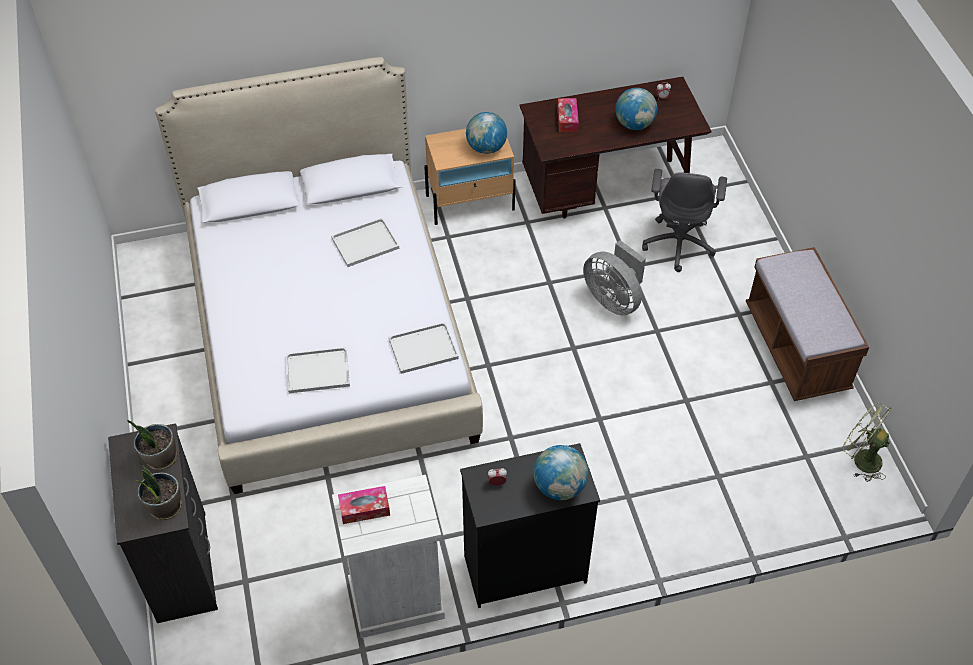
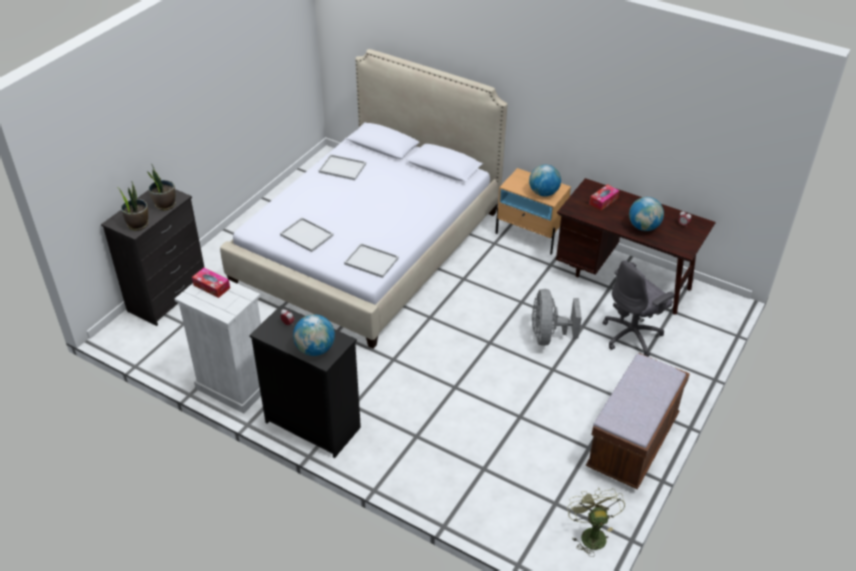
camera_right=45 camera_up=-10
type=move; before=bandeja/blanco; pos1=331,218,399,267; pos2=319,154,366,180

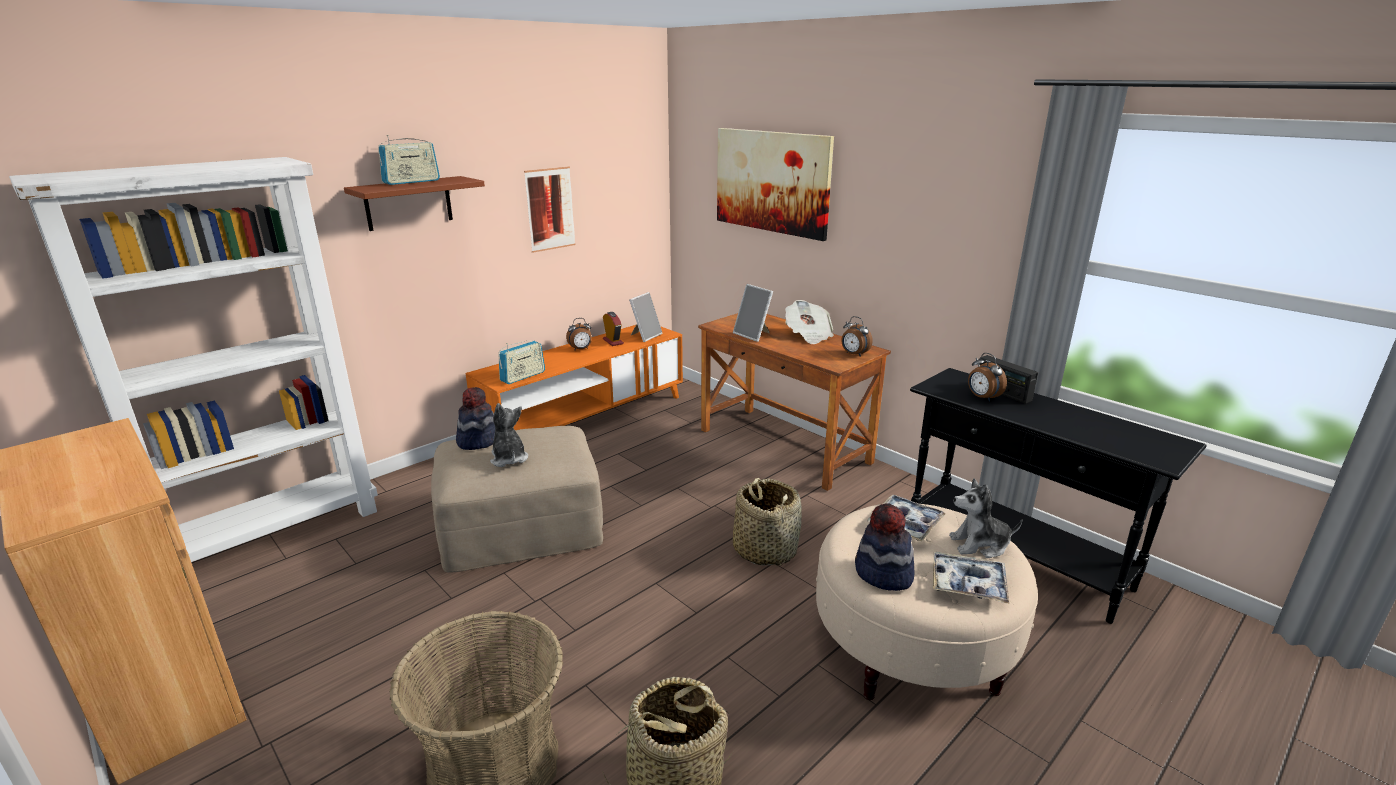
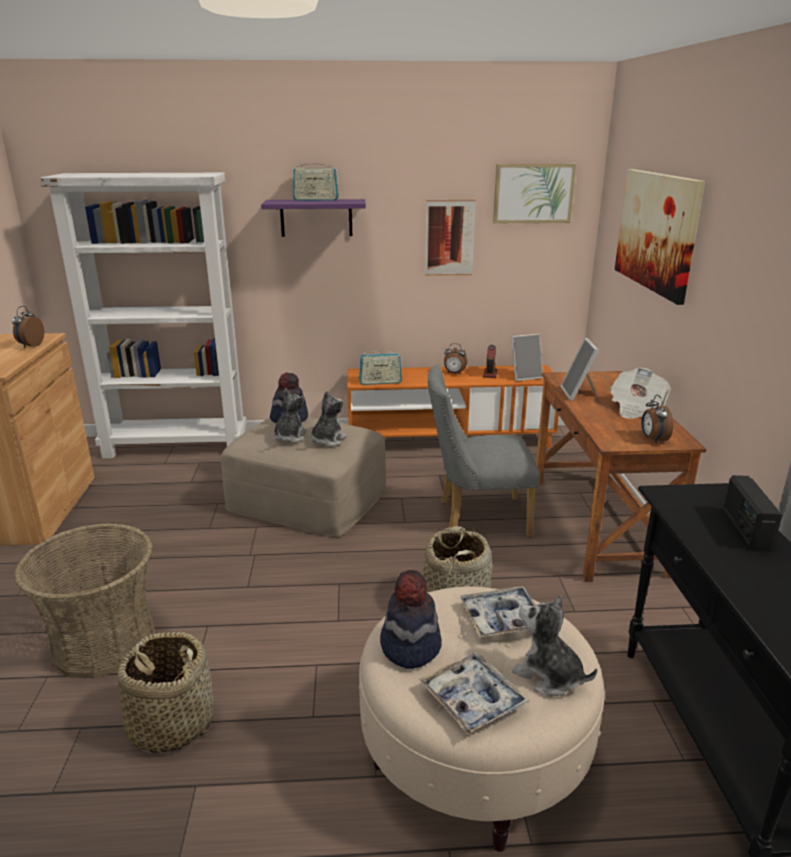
camera_right=40 camera_up=0
type=move; before=despertador; pos1=968,353,1007,402; pos2=12,306,44,348
type=recolor; before=estante/marrón; after=estante/morado; pos1=344,176,485,231; pos2=261,199,366,237
type=insert; after=peluche; pos2=311,391,347,447
type=insert; after=silla/gris; pos2=428,365,540,537
type=insert; after=cuadro; pos2=493,164,576,223

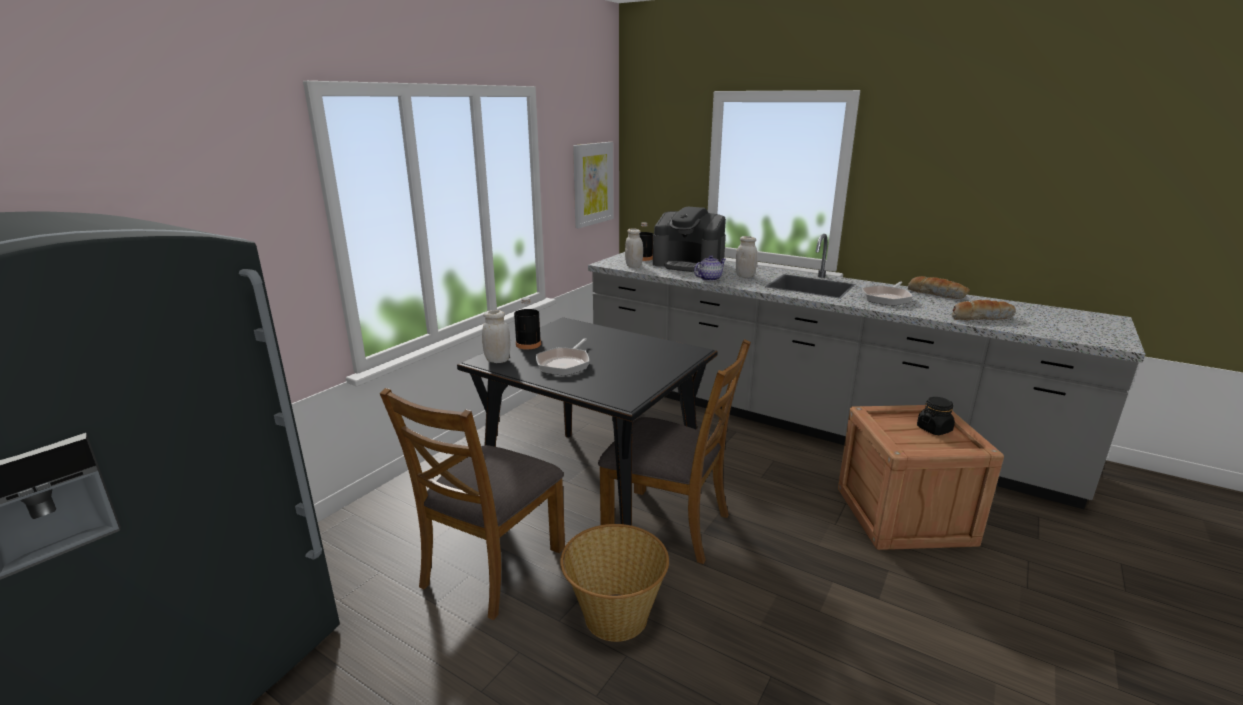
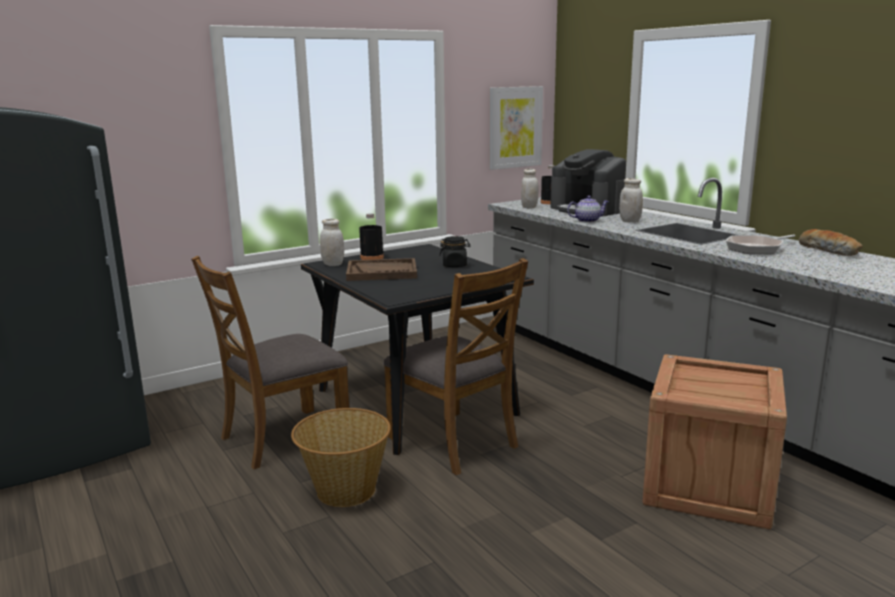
camera_right=25 camera_up=-5
type=replace; before=sartén; after=bandeja/marrón; pos1=536,338,589,376; pos2=346,258,417,281
type=move; before=tarro/negro; pos1=917,397,955,435; pos2=439,236,470,267
type=delete; before=pan; pos1=952,300,1016,321

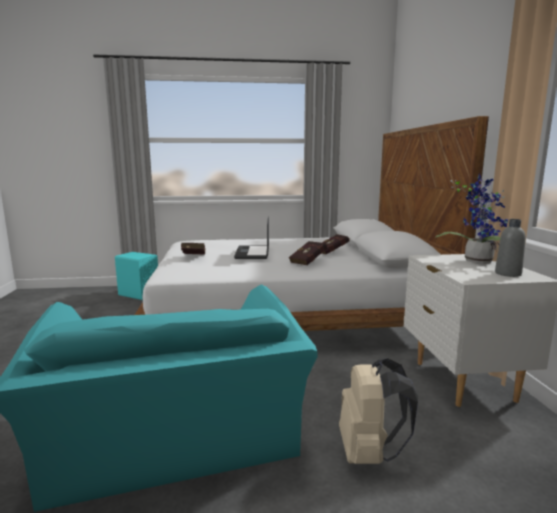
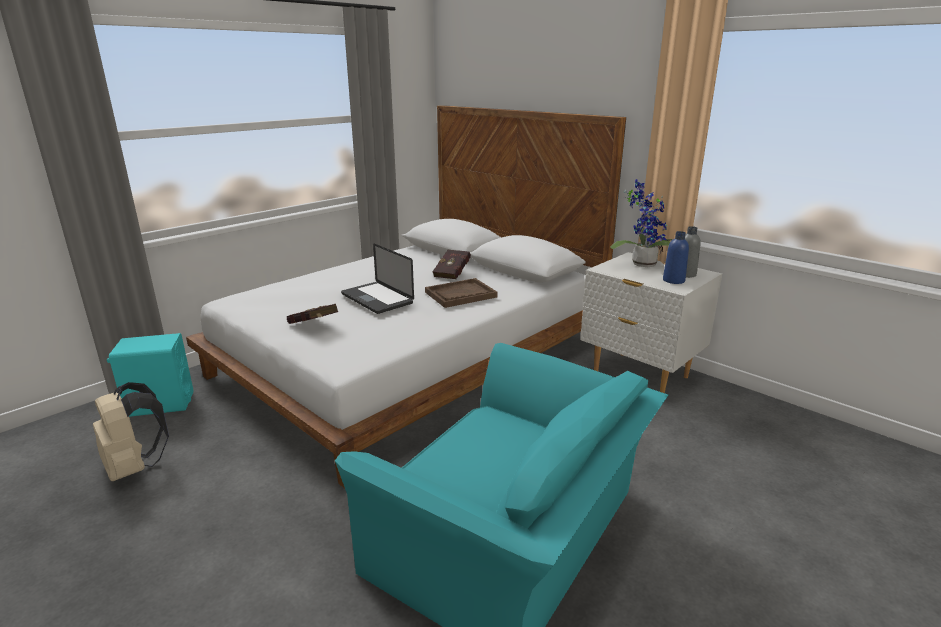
camera_right=-40 camera_up=10
type=move; before=mochila/beis; pos1=339,358,418,464; pos2=93,382,169,481
type=replace; before=libro/rojo; after=bandeja/marrón; pos1=289,241,327,265; pos2=425,278,498,308
type=insert; after=botella/azul; pos2=663,231,689,284

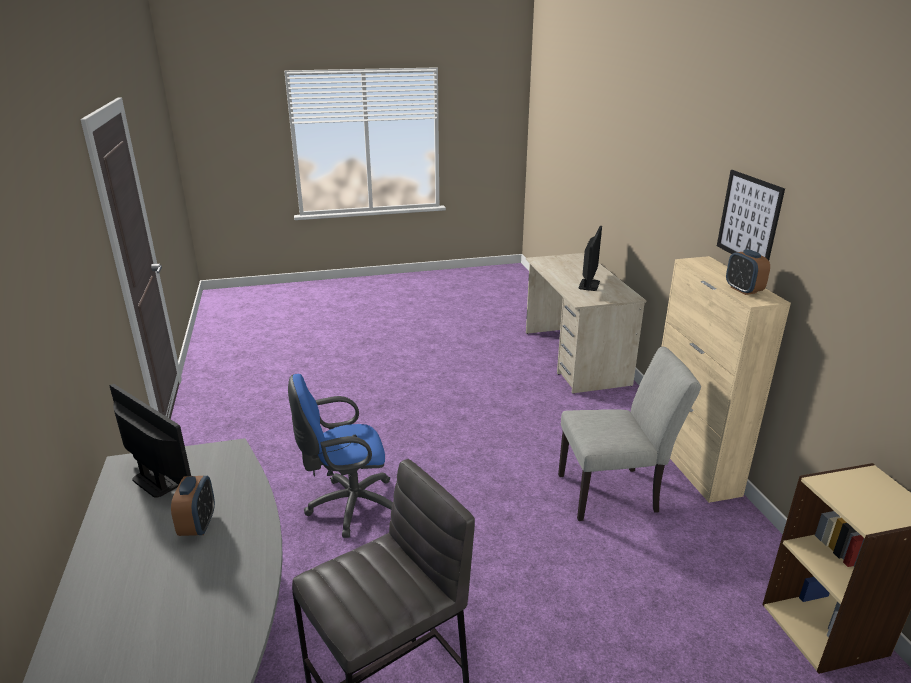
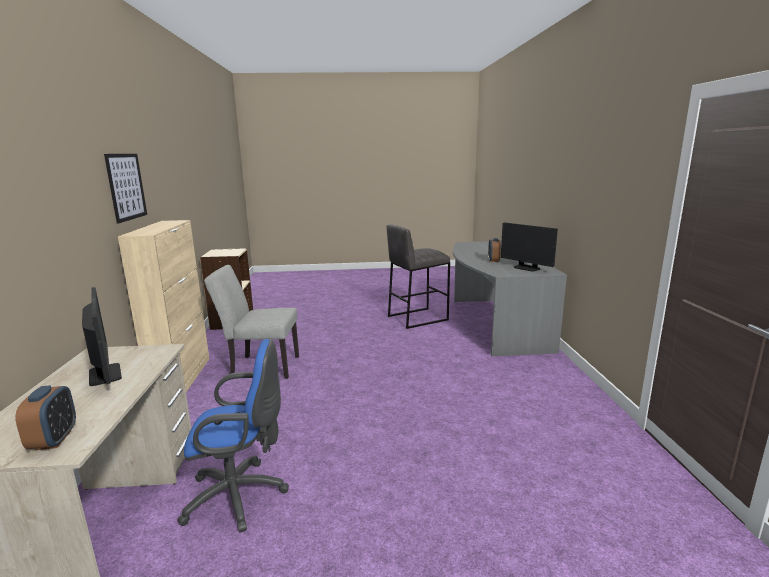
camera_right=-170 camera_up=-10
type=move; before=despertador; pos1=726,249,770,295; pos2=15,385,76,450
type=rotate; before=monitor; pos1=578,226,602,291; pos2=82,287,122,386; turn=120
type=move; before=silla de oficina/azul; pos1=288,374,393,538; pos2=177,339,289,533

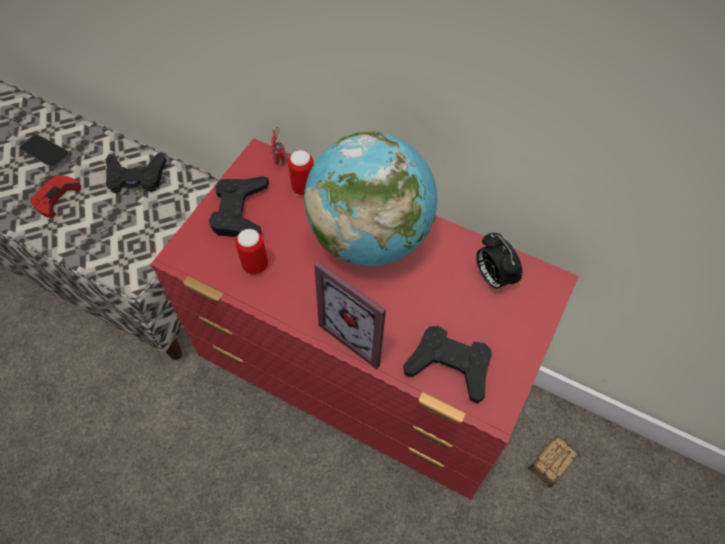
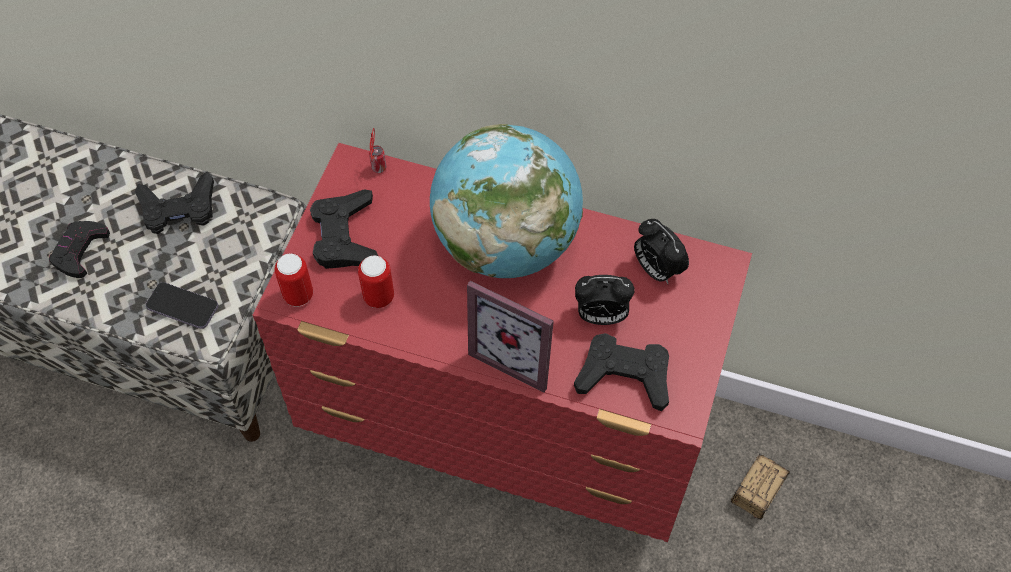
camera_right=-10 camera_up=0
type=recolor; before=mando de consola/rojo; after=mando de consola/negro; pos1=30,175,81,218; pos2=49,221,110,278
type=move; before=móvil; pos1=20,134,70,168; pos2=146,282,218,329
type=move; before=lata; pos1=288,150,314,196; pos2=275,253,313,307
type=insert; after=despertador; pos2=575,275,635,325

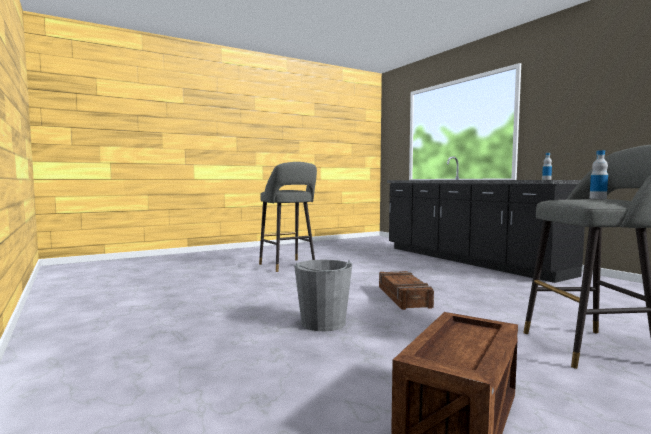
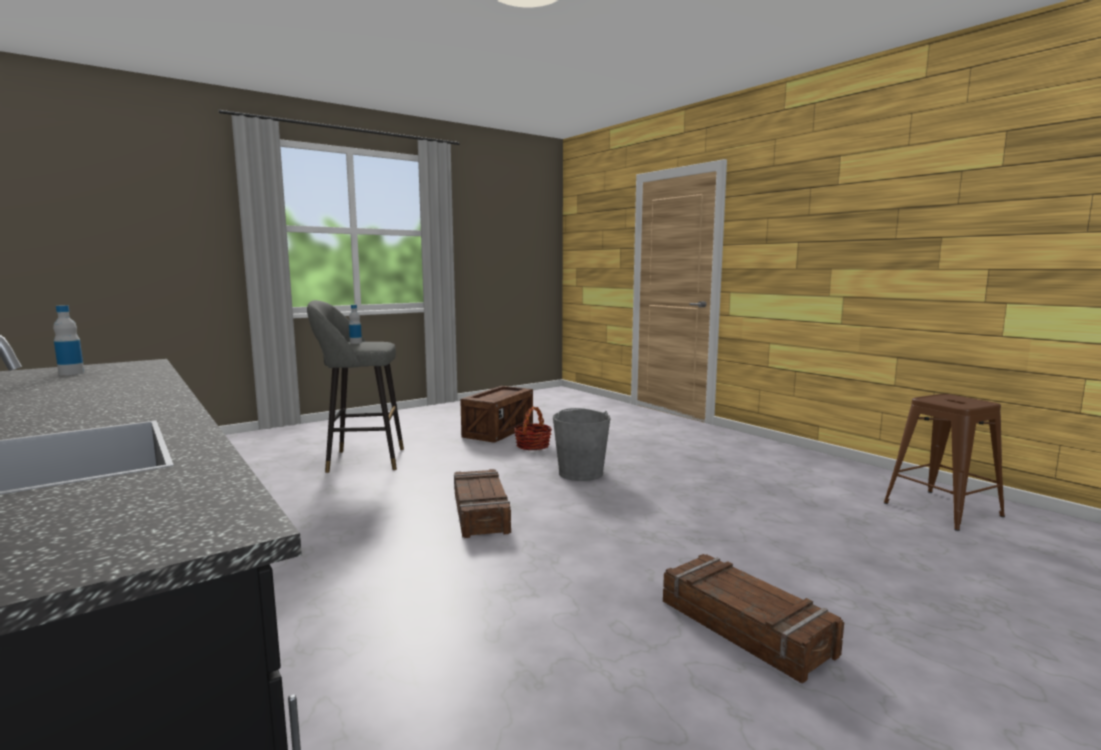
camera_right=175 camera_up=5
type=insert; after=cesta; pos2=514,407,552,450
type=replace; before=taburete/gris; after=caja de embalaje; pos1=259,162,317,272; pos2=663,554,844,684
type=insert; after=taburete/marrón; pos2=884,394,1005,531

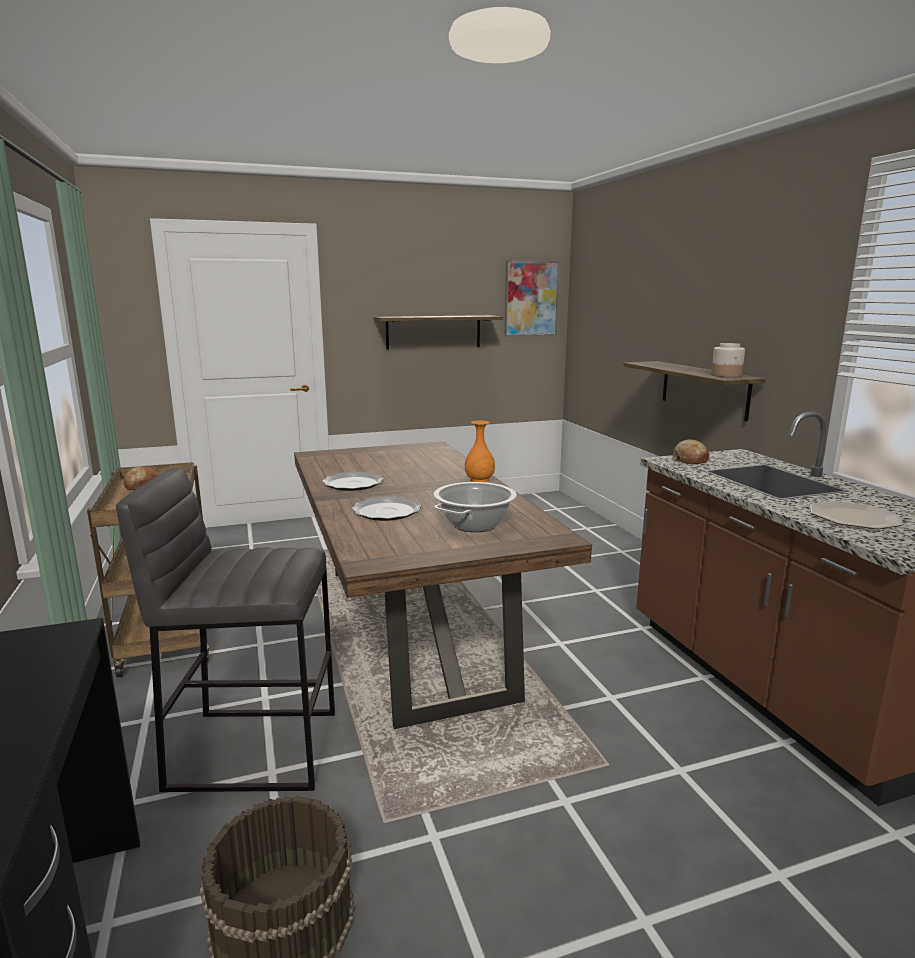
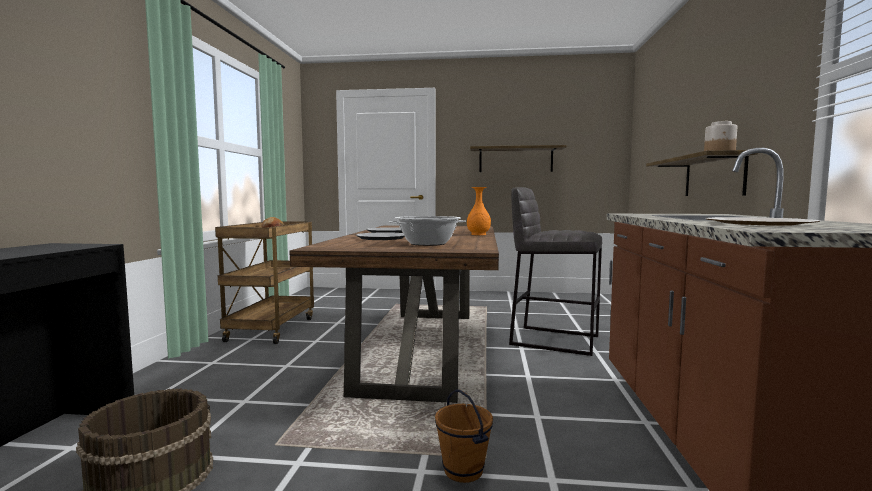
camera_right=25 camera_up=-10
type=insert; after=cubo/marrón; pos2=435,389,493,483
type=move; before=taburete/gris; pos1=116,468,335,792; pos2=509,187,602,356
type=delete; before=cuadro; pos1=505,261,559,336
type=delete; before=pan; pos1=673,439,709,464

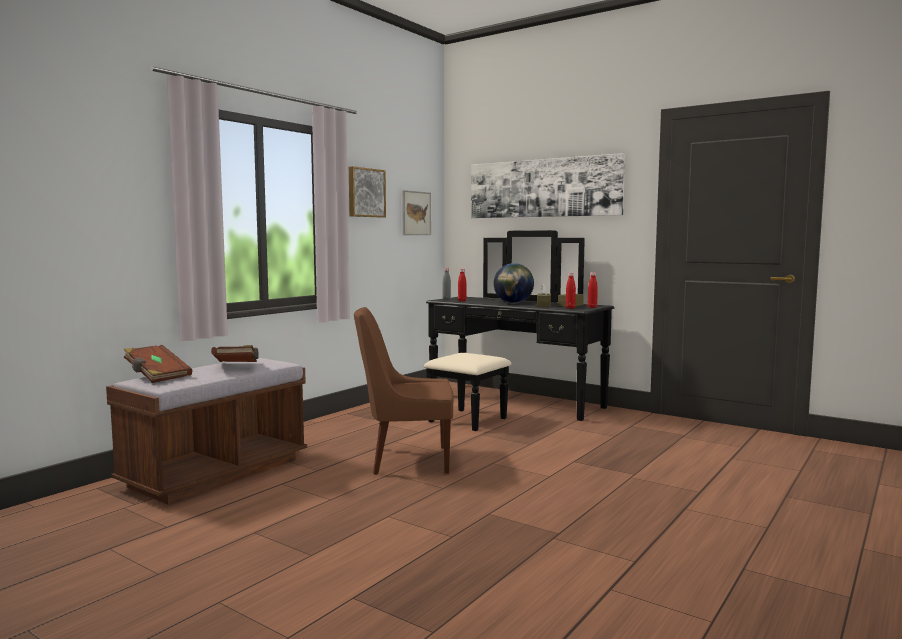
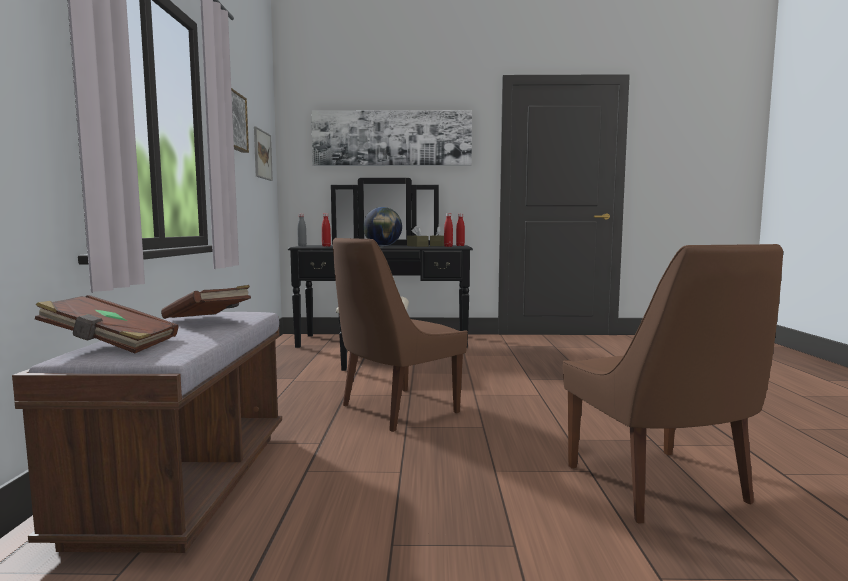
camera_right=-35 camera_up=0
type=insert; after=silla/marrón; pos2=563,244,783,524

